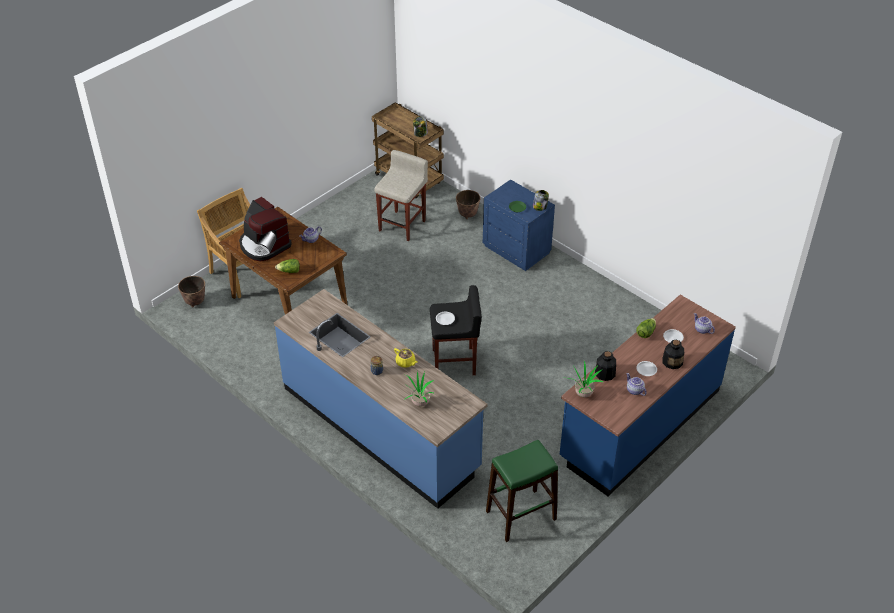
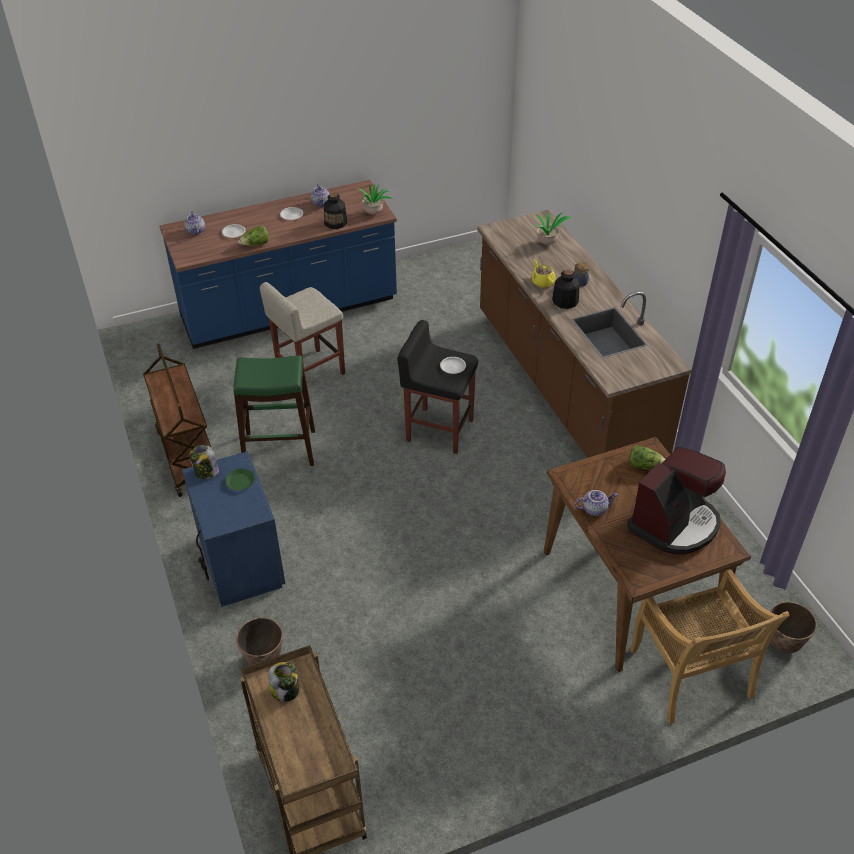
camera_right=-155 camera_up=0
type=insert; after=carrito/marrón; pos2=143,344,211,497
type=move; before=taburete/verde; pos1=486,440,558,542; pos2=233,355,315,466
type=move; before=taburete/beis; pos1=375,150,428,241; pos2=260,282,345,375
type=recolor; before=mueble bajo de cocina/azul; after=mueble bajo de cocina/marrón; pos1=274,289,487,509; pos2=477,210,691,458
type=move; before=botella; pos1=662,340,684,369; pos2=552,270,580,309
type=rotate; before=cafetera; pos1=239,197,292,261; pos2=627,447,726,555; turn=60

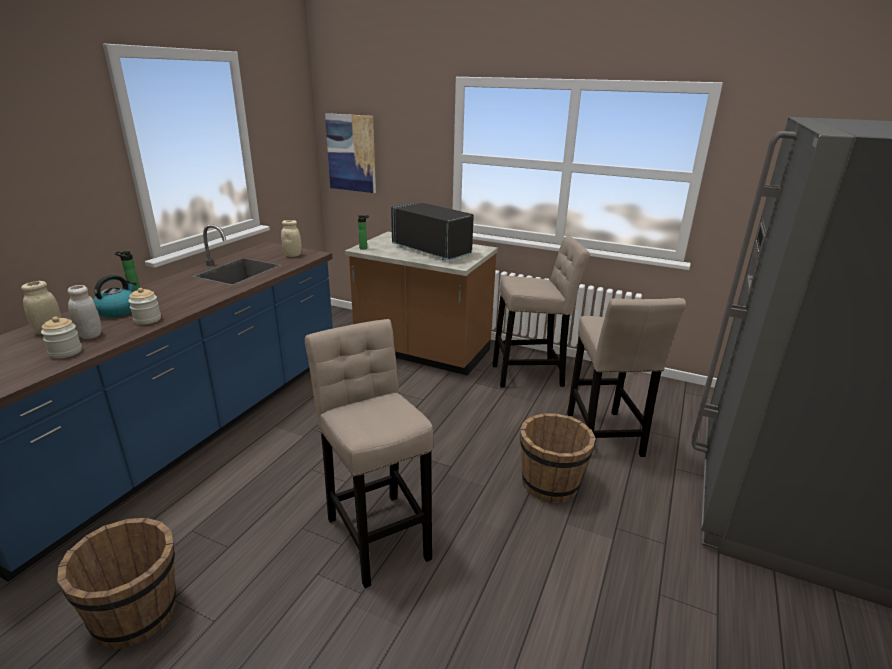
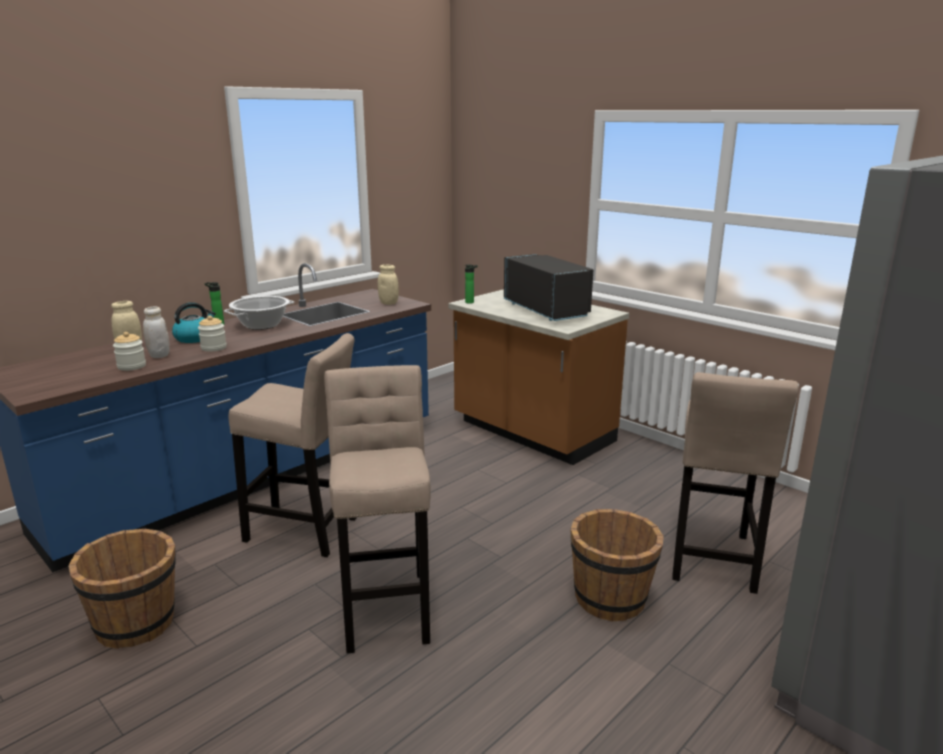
camera_right=20 camera_up=-5
type=insert; after=olla; pos2=224,296,294,330
type=move; before=taburete/beis; pos1=493,236,590,388; pos2=229,333,357,557
type=delete; before=cuadro; pos1=325,113,376,193

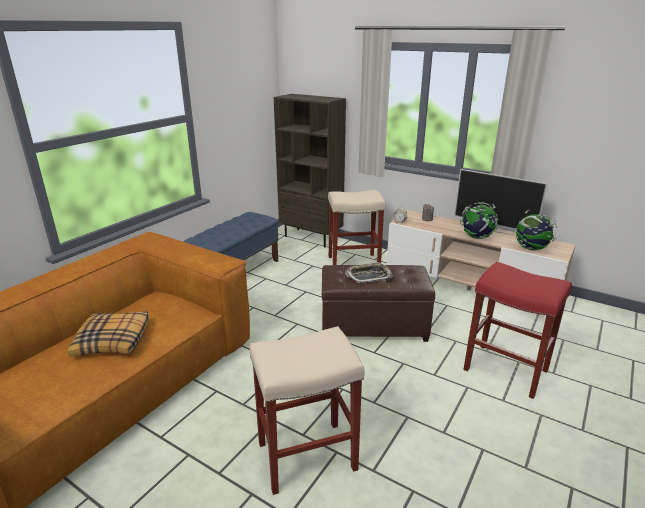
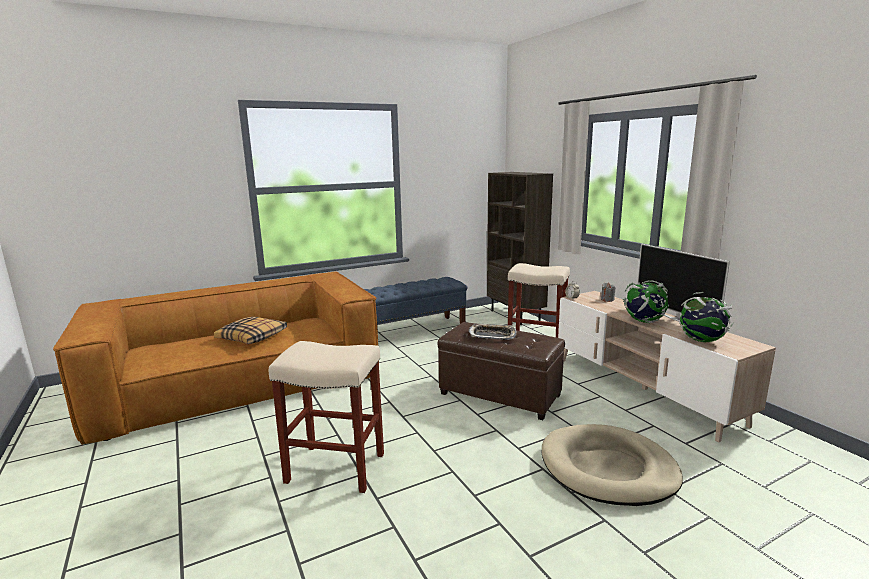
camera_right=30 camera_up=-10
type=replace; before=taburete/rojo; after=cama para perro/beis; pos1=463,262,572,399; pos2=542,424,683,506

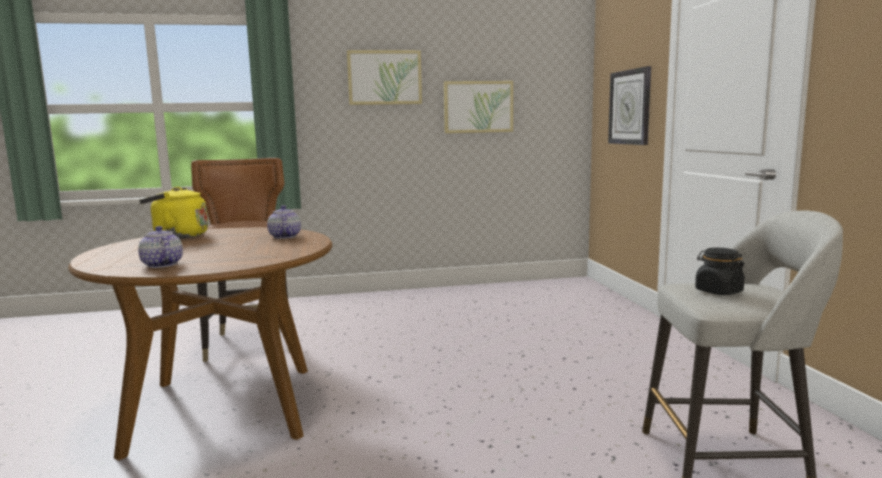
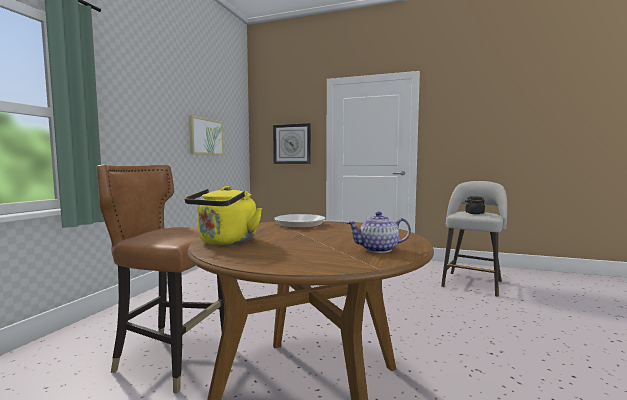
camera_right=-60 camera_up=-5
type=replace; before=tetera; after=sartén; pos1=267,205,301,239; pos2=274,214,349,228
type=delete; before=cuadro; pos1=347,50,422,105

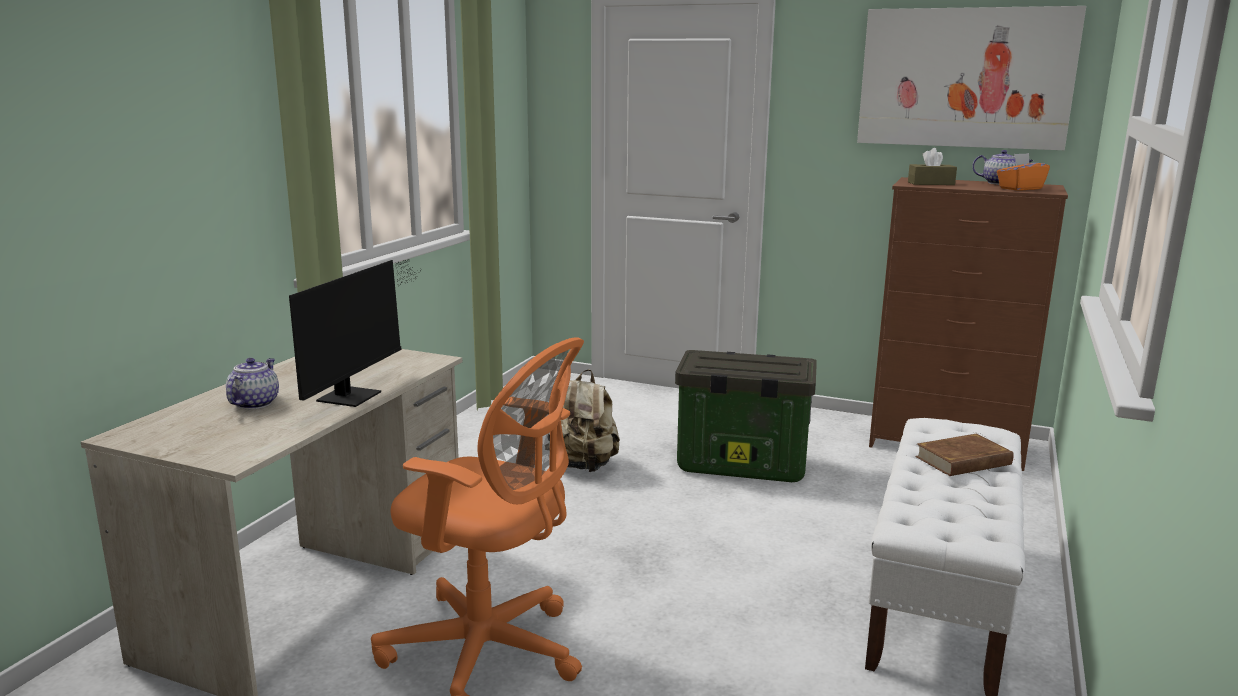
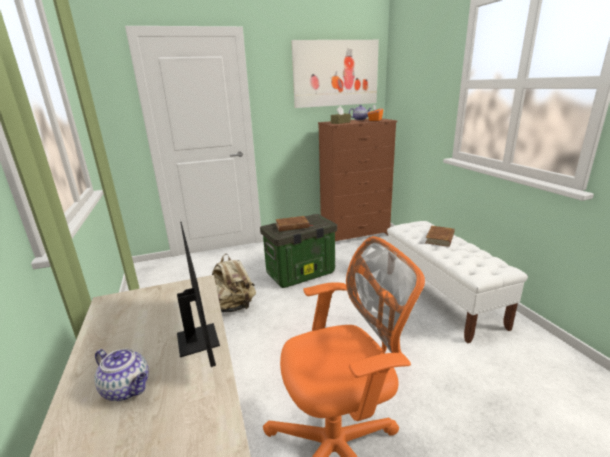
camera_right=-40 camera_up=5
type=rotate; before=tetera; pos1=226,358,279,409; pos2=95,349,149,401; turn=150
type=insert; after=libro/marrón; pos2=275,216,313,231

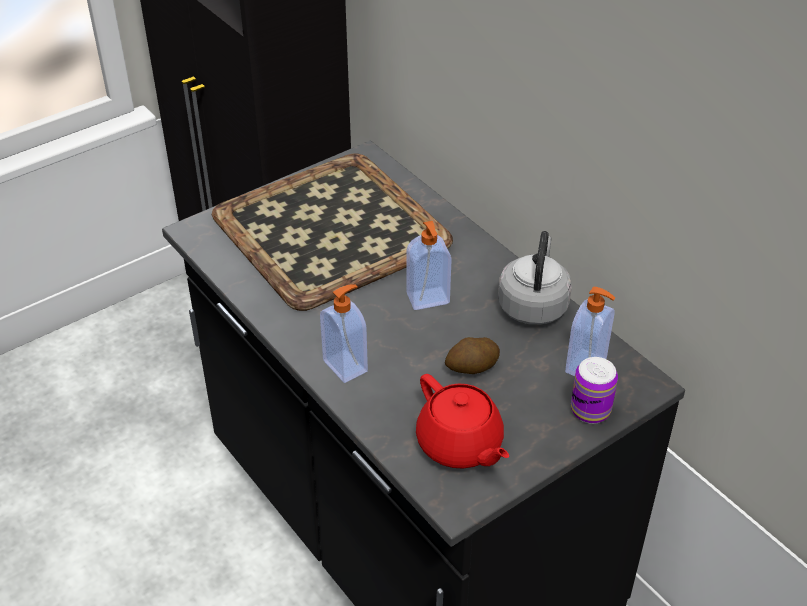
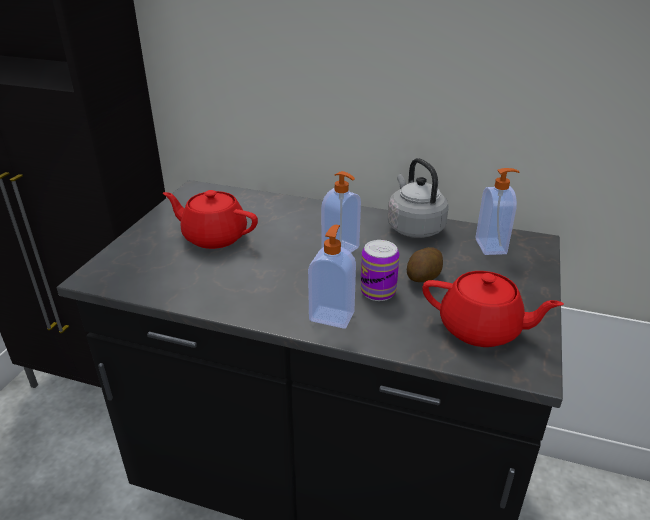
camera_right=-35 camera_up=-10
type=replace; before=bandeja; after=tetera/rojo; pos1=212,154,453,311; pos2=163,190,258,249
type=move; before=lata; pos1=571,357,618,424; pos2=360,240,400,301

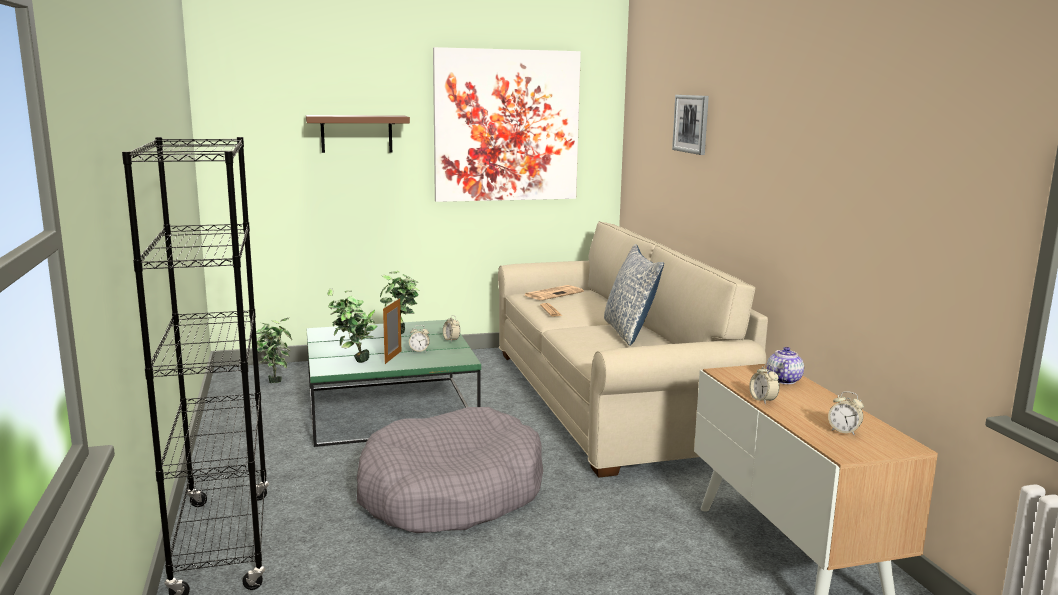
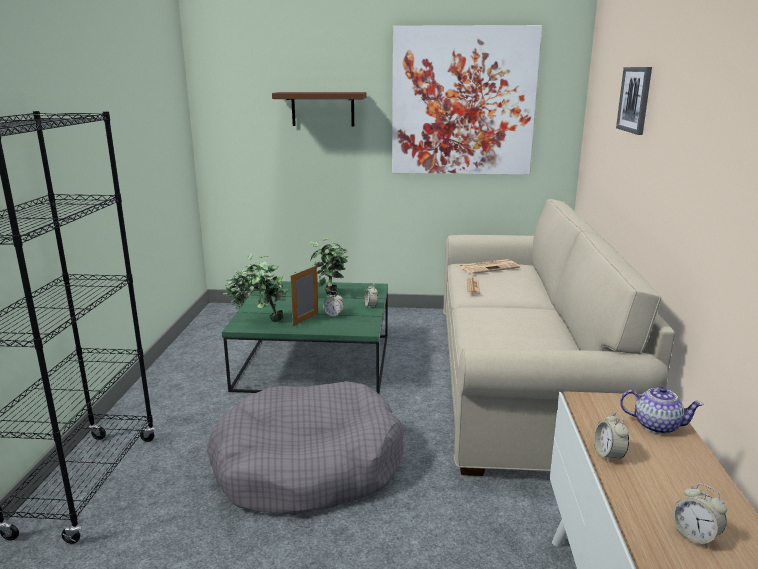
camera_right=20 camera_up=5
type=rotate; before=tetera; pos1=766,347,804,384; pos2=620,386,704,434; turn=75
type=delete; before=cojín; pos1=604,244,664,346

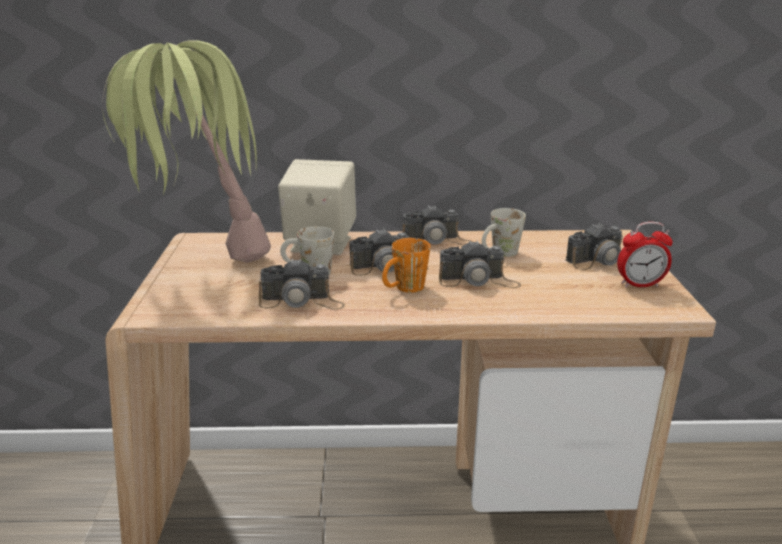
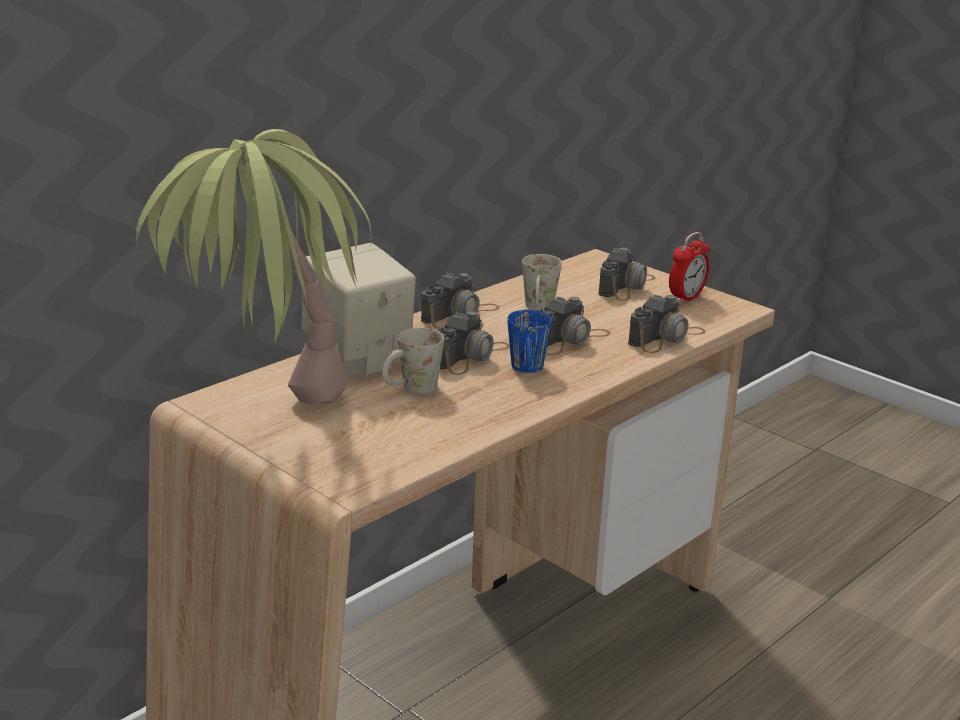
camera_right=-45 camera_up=0
type=recolor; before=taza grande/naranja; after=taza grande/azul; pos1=382,238,431,293; pos2=507,310,552,373
type=move; before=cámara; pos1=259,258,345,310; pos2=628,294,706,353

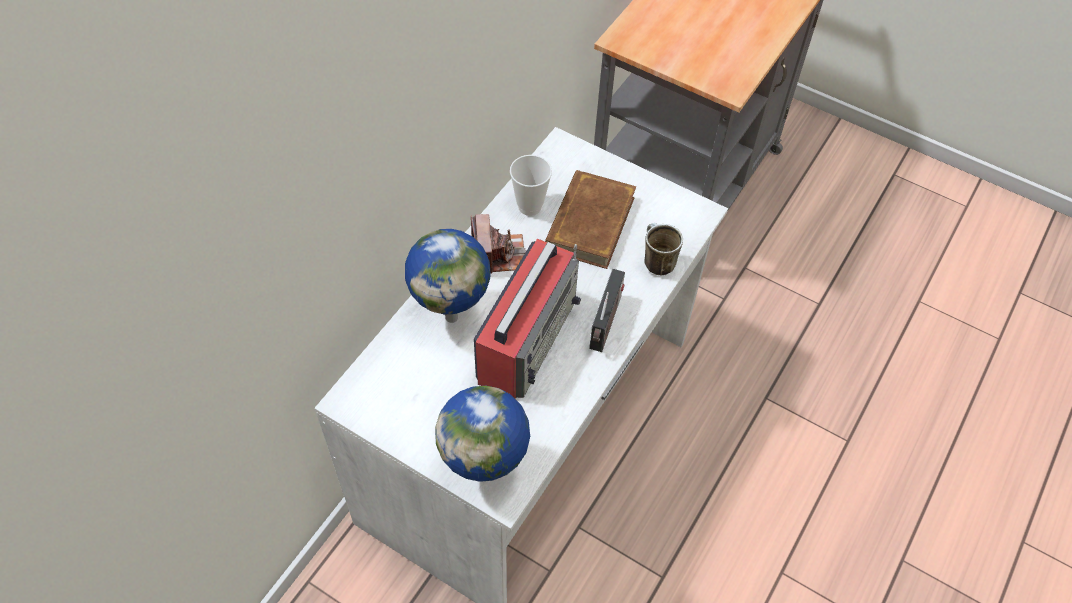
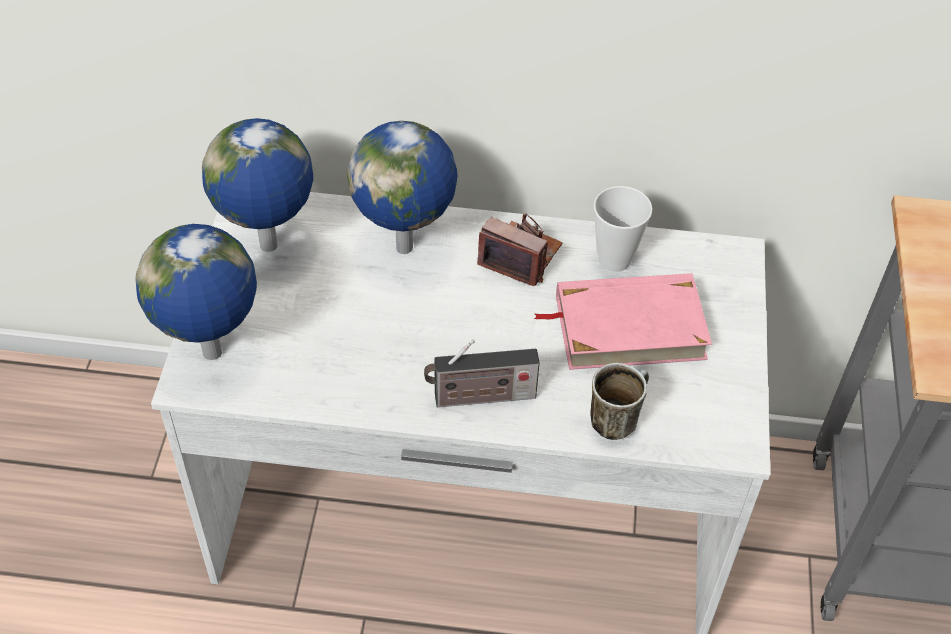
camera_right=65 camera_up=-5
type=insert; after=globo terráqueo; pos2=202,118,313,252
type=rotate; before=cámara; pos1=471,214,526,274; pos2=477,213,563,286; turn=-120
type=recolor; before=libro/marrón; after=libro/rosa; pos1=545,170,636,269; pos2=534,273,712,370
type=delete; before=radio; pos1=474,239,581,398

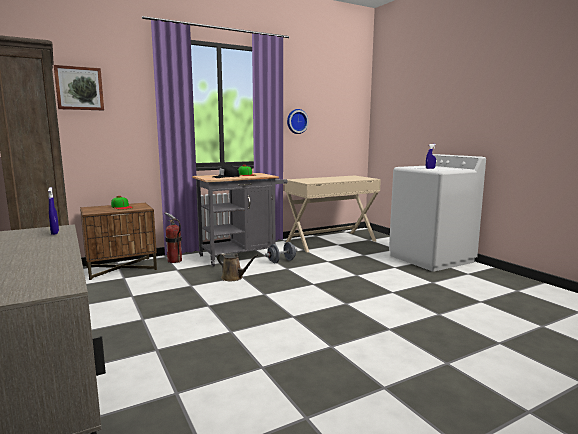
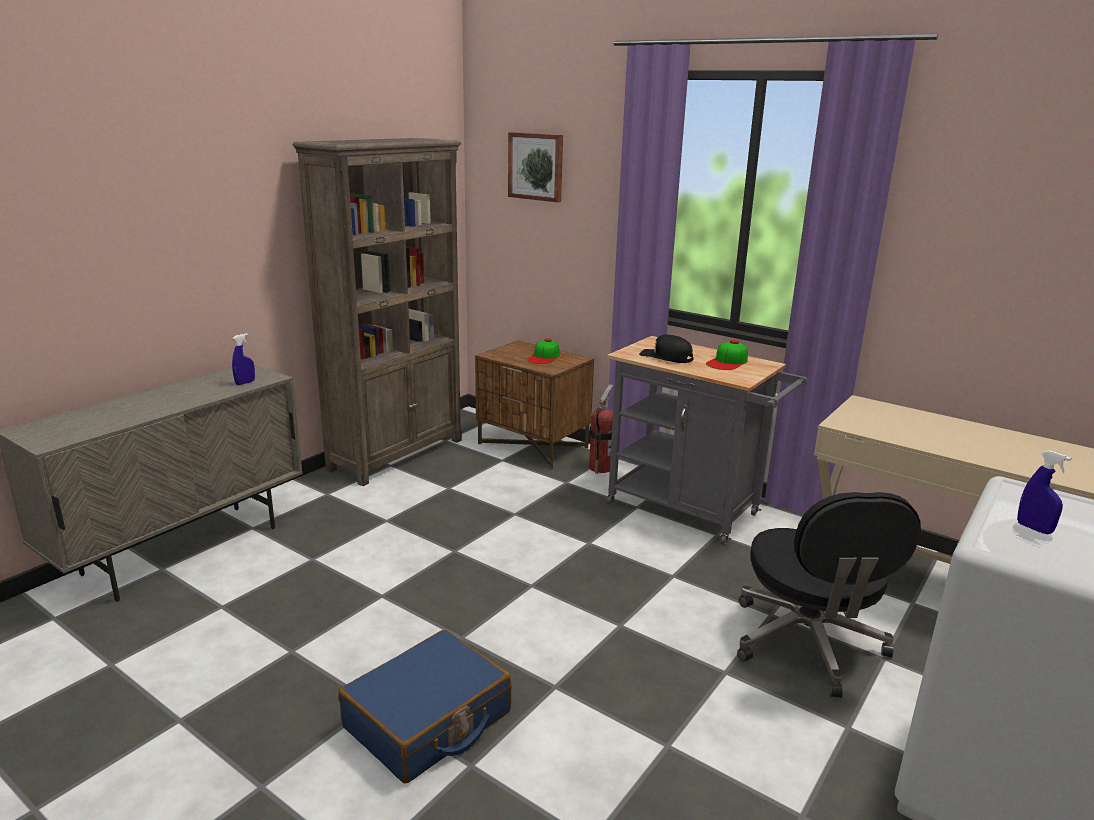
camera_right=65 camera_up=10
type=insert; after=maleta/azul; pos2=338,630,511,783
type=insert; after=silla de oficina/negro; pos2=737,492,921,698
type=delete; before=regadera/marrón; pos1=217,253,258,281
type=delete; before=mancuerna/gris; pos1=265,242,298,263
type=delete; before=reloj de pared; pos1=287,109,309,134

